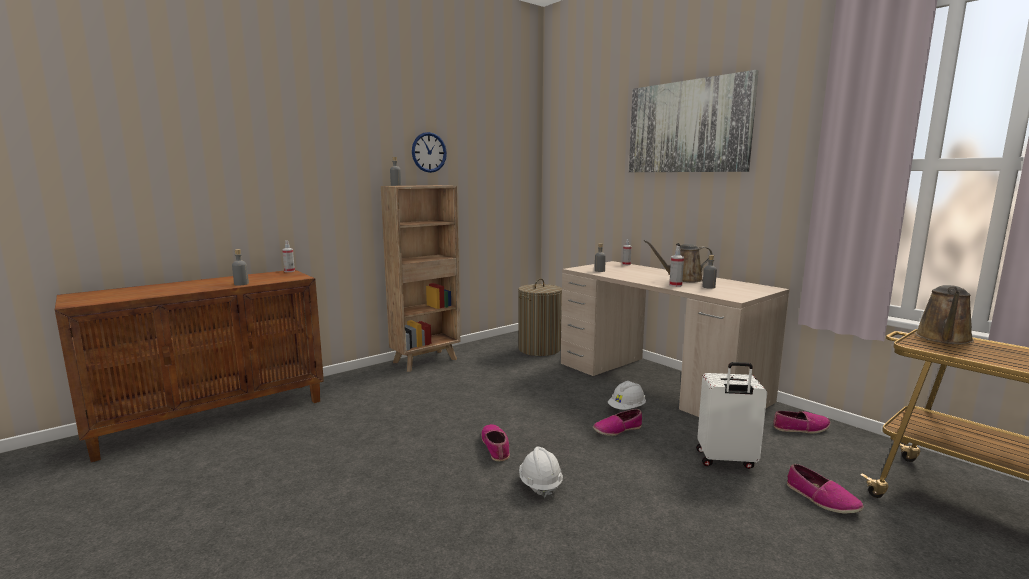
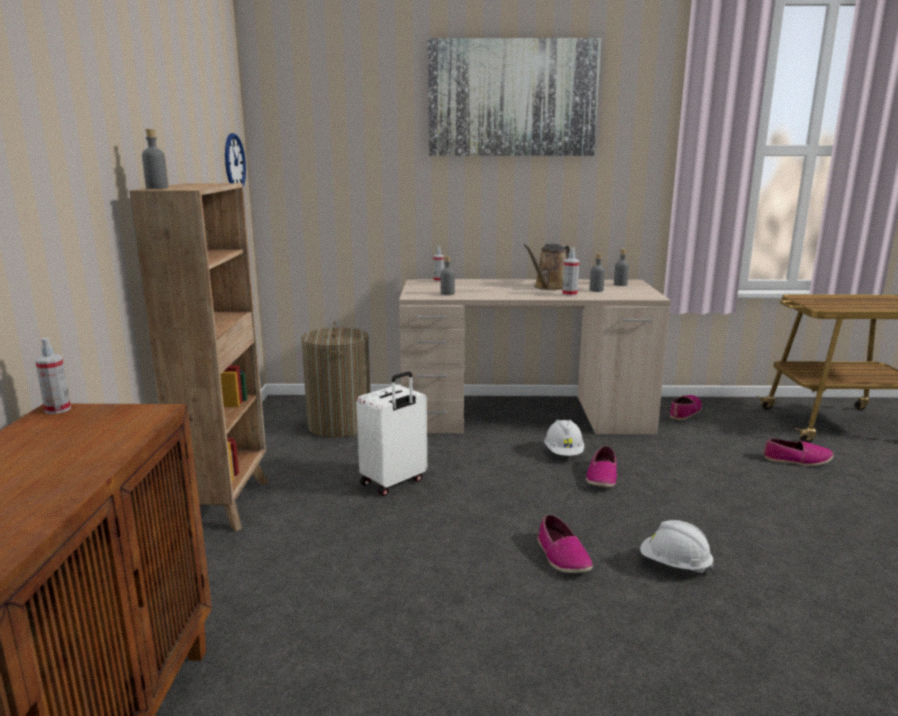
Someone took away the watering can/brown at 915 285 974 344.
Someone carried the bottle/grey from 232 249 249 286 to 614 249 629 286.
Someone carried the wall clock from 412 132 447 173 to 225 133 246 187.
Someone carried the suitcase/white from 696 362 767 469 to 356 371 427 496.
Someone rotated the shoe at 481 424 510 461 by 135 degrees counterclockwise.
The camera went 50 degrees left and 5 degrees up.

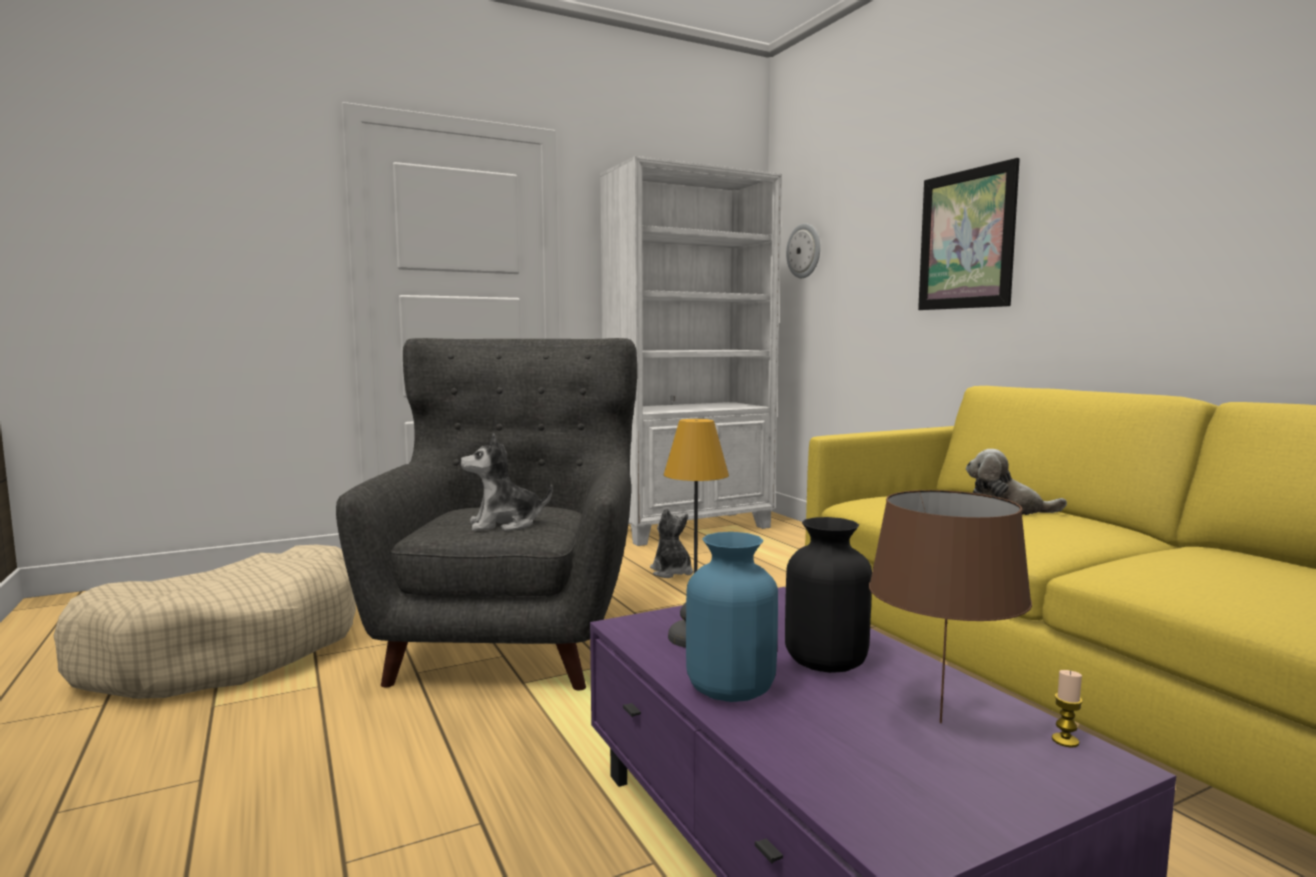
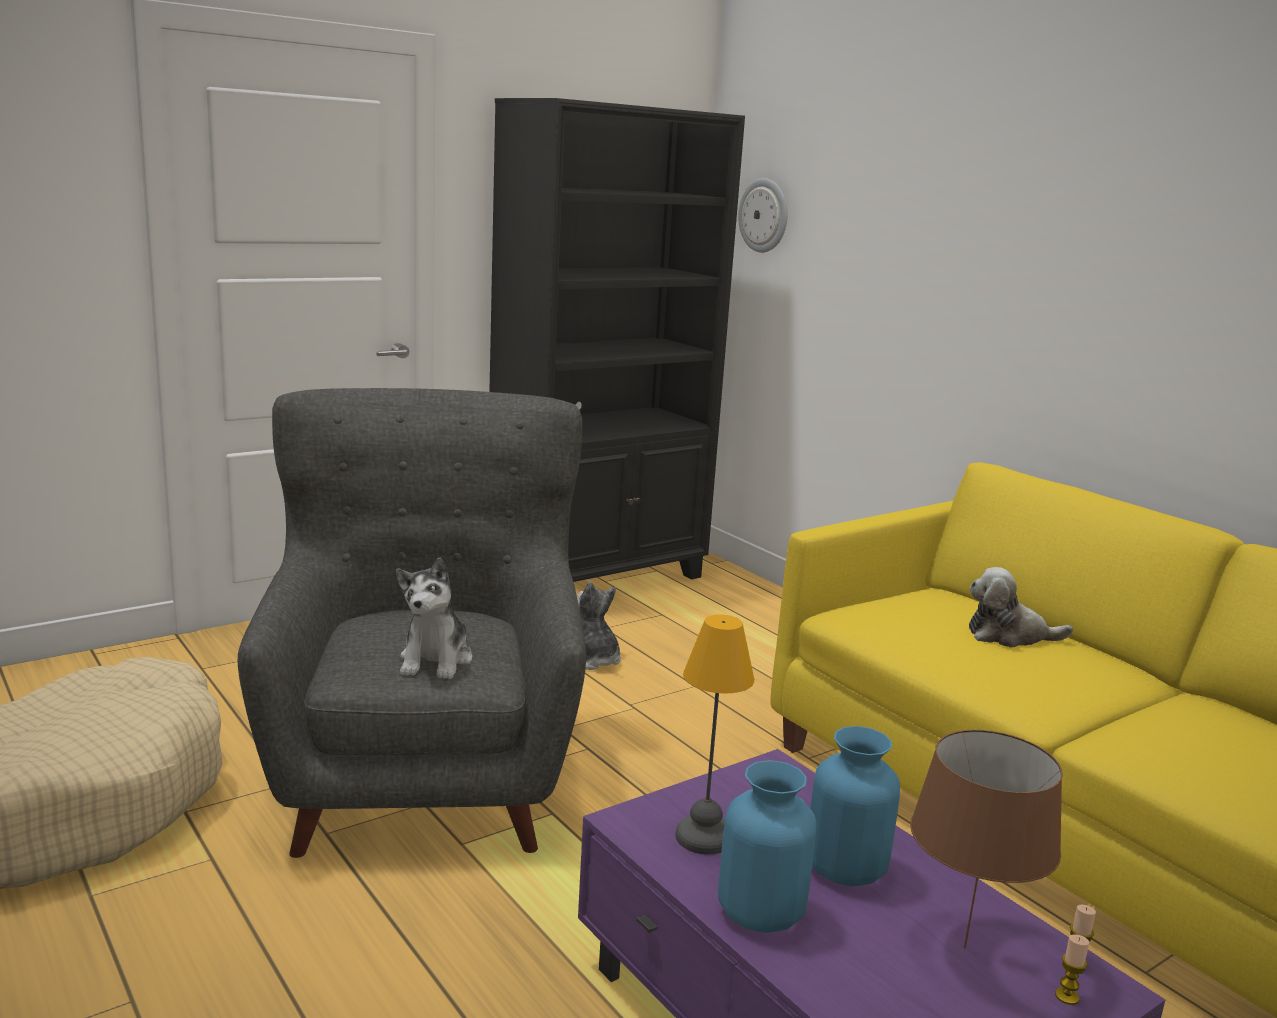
Someone took away the picture at 918 158 1020 310.
Someone put down the candle at 1055 934 1089 1005.
Someone repainted the bookcase/white at 600 156 782 546, which became the bookcase/black at 489 98 745 582.
Someone repainted the vase/black at 785 517 872 673, which became the vase/blue at 810 726 900 886.
Someone rotated the plush toy at 460 433 553 531 by 60 degrees counterclockwise.
The camera went 10 degrees left and 10 degrees up.

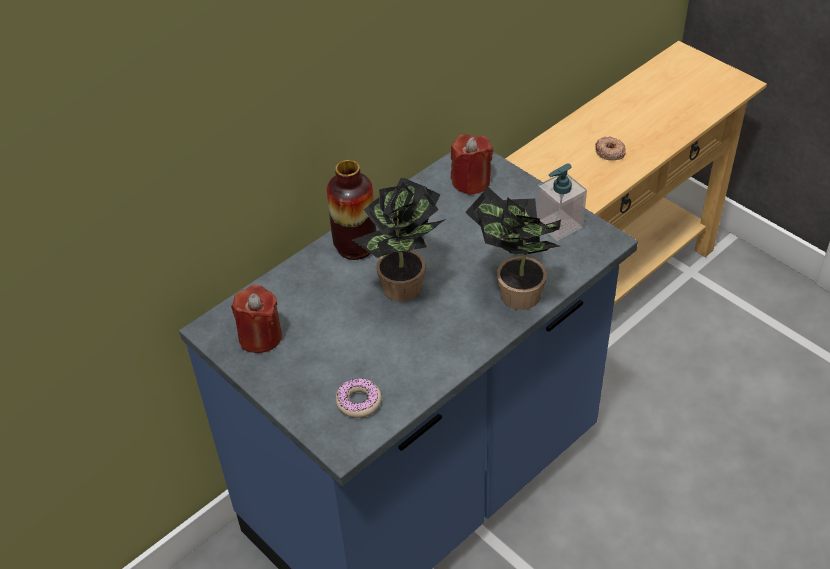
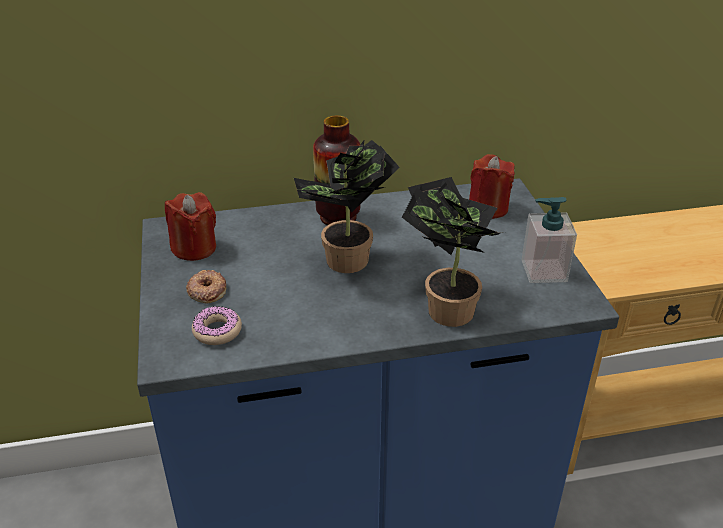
Someone carried the donut from 595 136 626 160 to 186 270 226 303.
The camera went 30 degrees right and 10 degrees down.

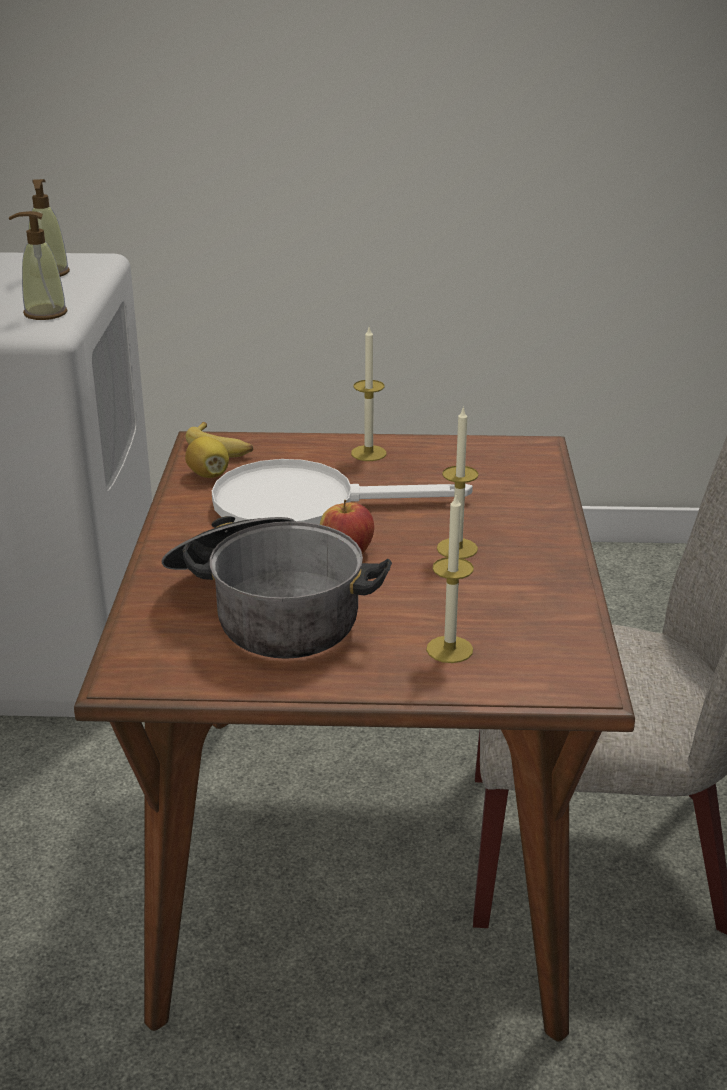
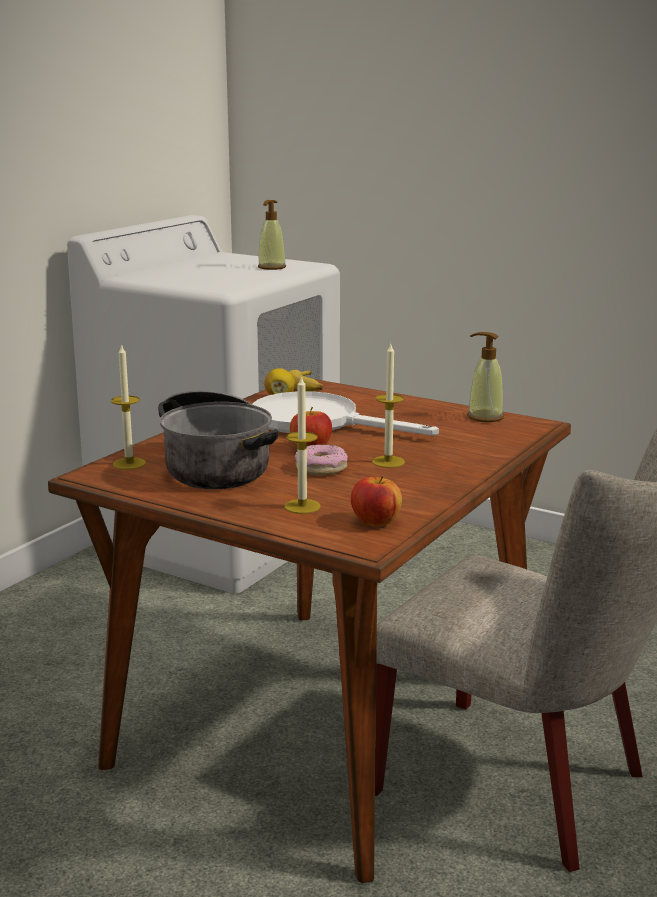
Someone put down the donut at 294 445 348 476.
Someone put down the apple at 351 475 402 527.
Someone carried the soap dispenser from 9 211 67 320 to 467 332 504 422.
Someone carried the candle from 351 325 386 461 to 111 344 146 470.
The camera went 30 degrees right and 10 degrees down.

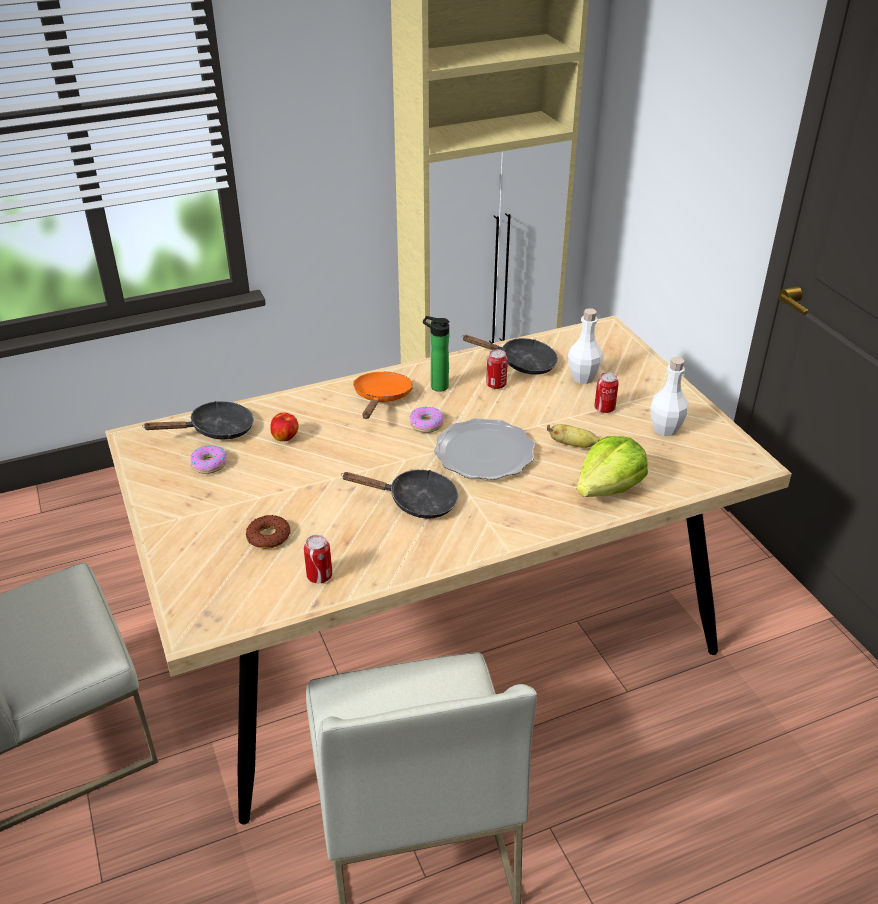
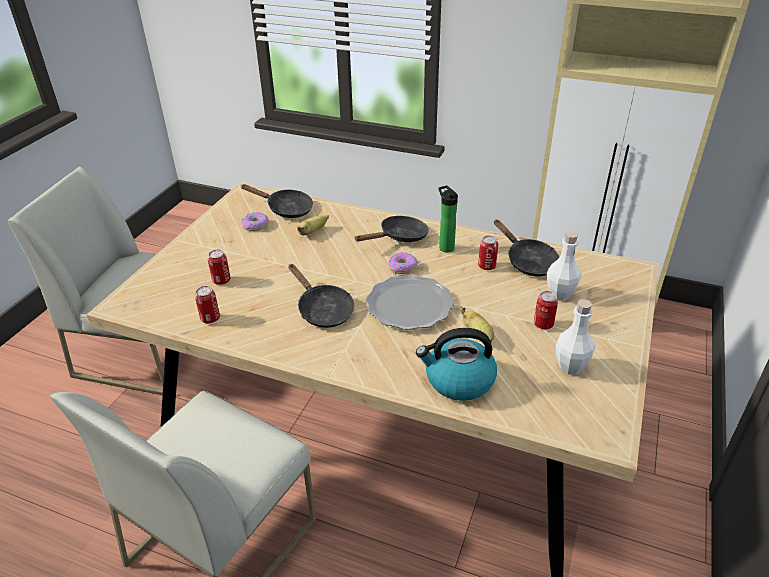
Someone swapped the donut at 246 515 291 549 for the can at 208 249 231 285.
Someone swapped the apple at 270 413 299 441 for the banana at 297 215 329 235.
Someone swapped the lettuce at 577 436 648 497 for the kettle at 416 328 497 401.
Someone repainted the frying pan/orange at 353 372 413 419, which became the frying pan/black at 354 216 429 242.
The camera went 45 degrees right and 0 degrees up.

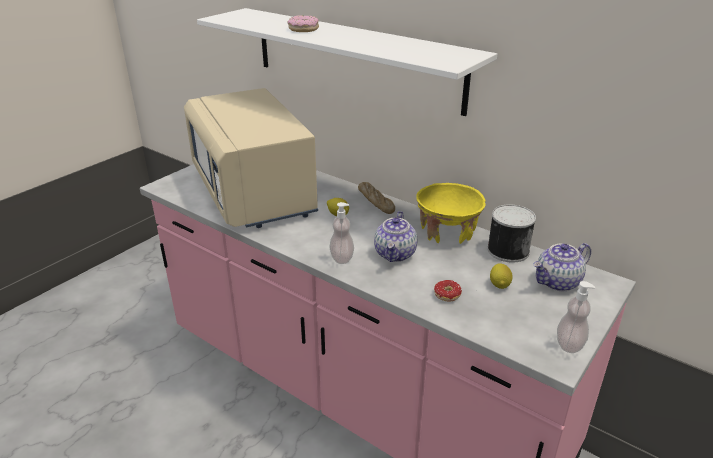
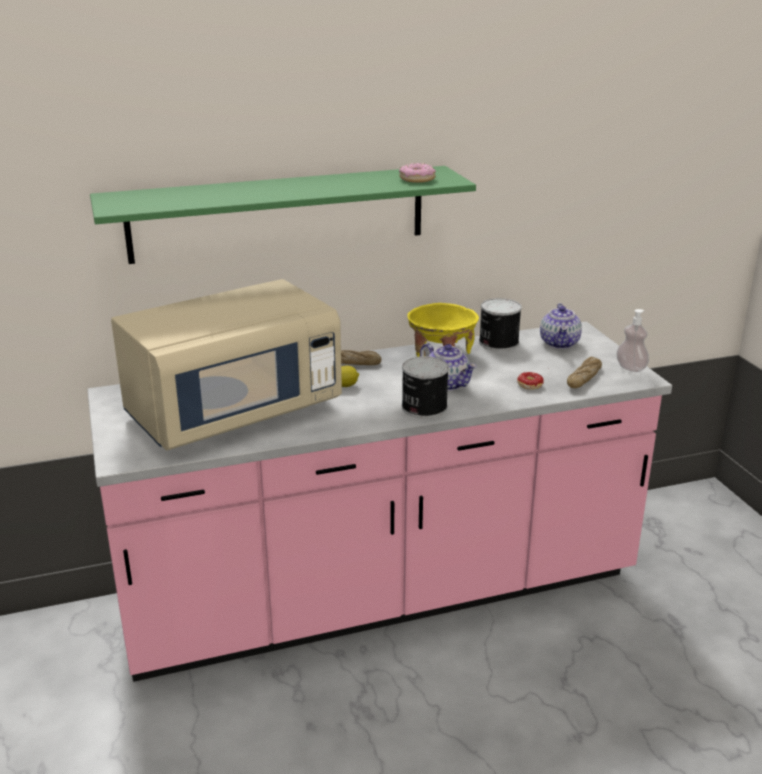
Someone took away the lemon at 490 263 513 289.
Someone put down the bread at 567 357 602 388.
Someone carried the donut from 288 15 319 32 to 399 163 436 183.
Someone swapped the soap dispenser at 330 202 354 264 for the can at 402 356 449 419.
Someone repainted the shelf/white at 197 8 497 116, which became the shelf/green at 90 166 476 264.
Someone rotated the microwave/beige at 184 88 318 228 by 45 degrees counterclockwise.
The camera went 55 degrees left and 5 degrees down.

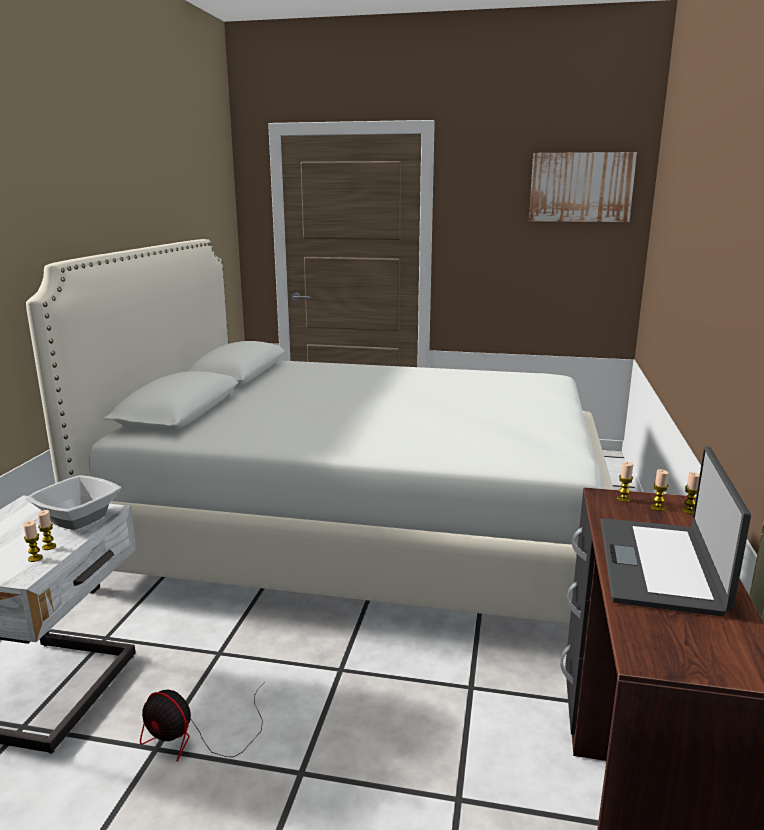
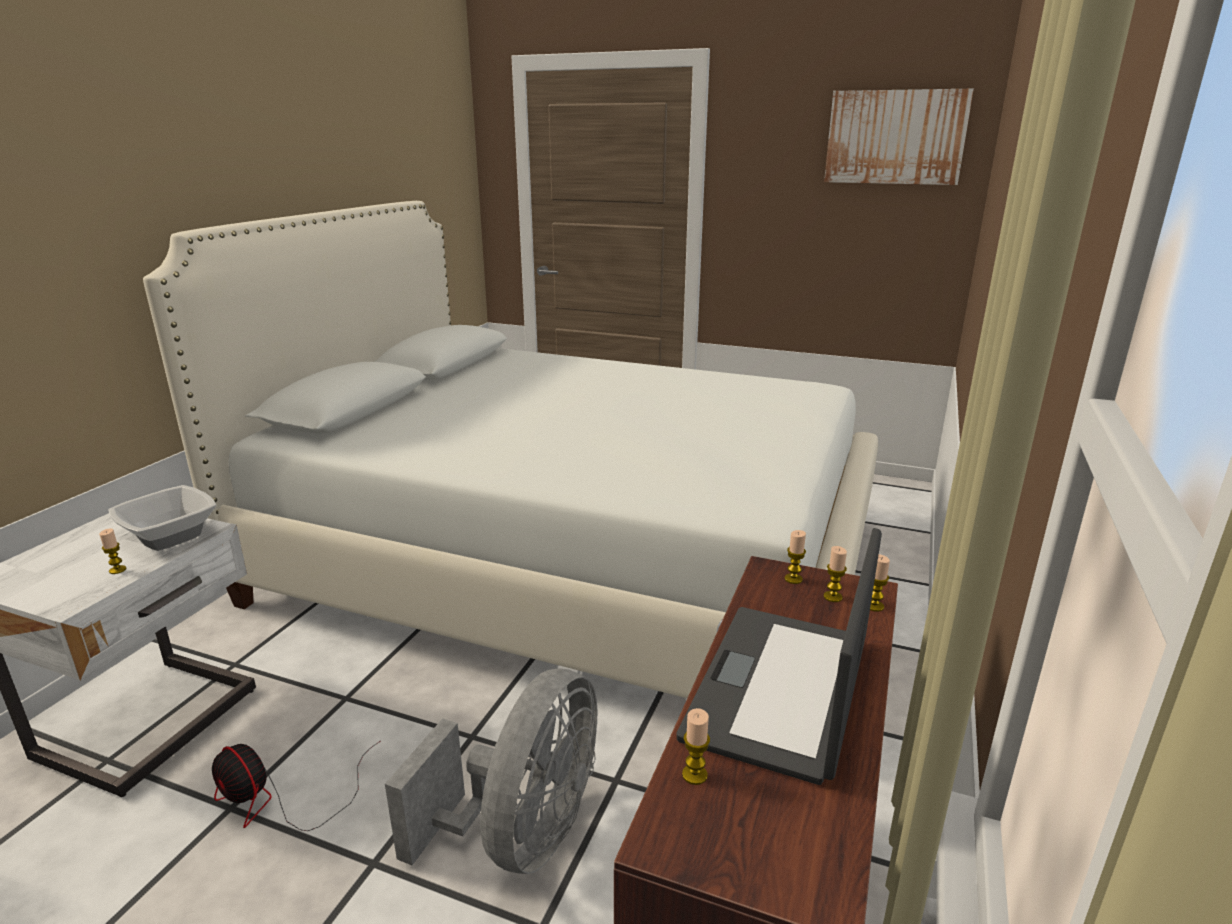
Someone put down the fan/grey at 385 668 598 874.
Someone carried the candle from 23 520 43 562 to 682 708 710 785.
The camera went 10 degrees right and 5 degrees up.

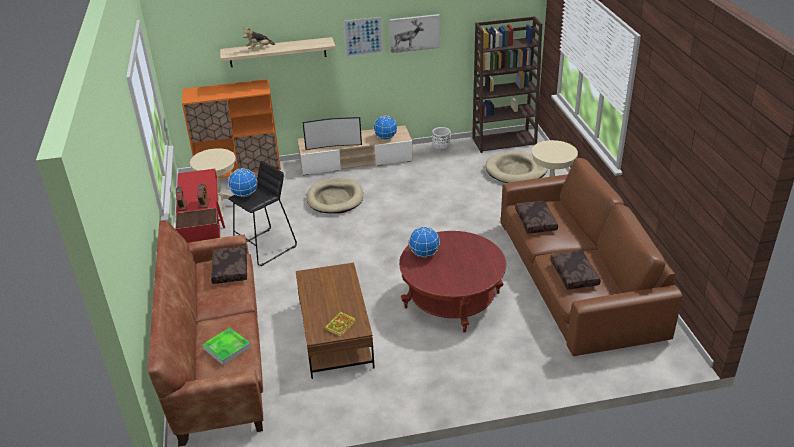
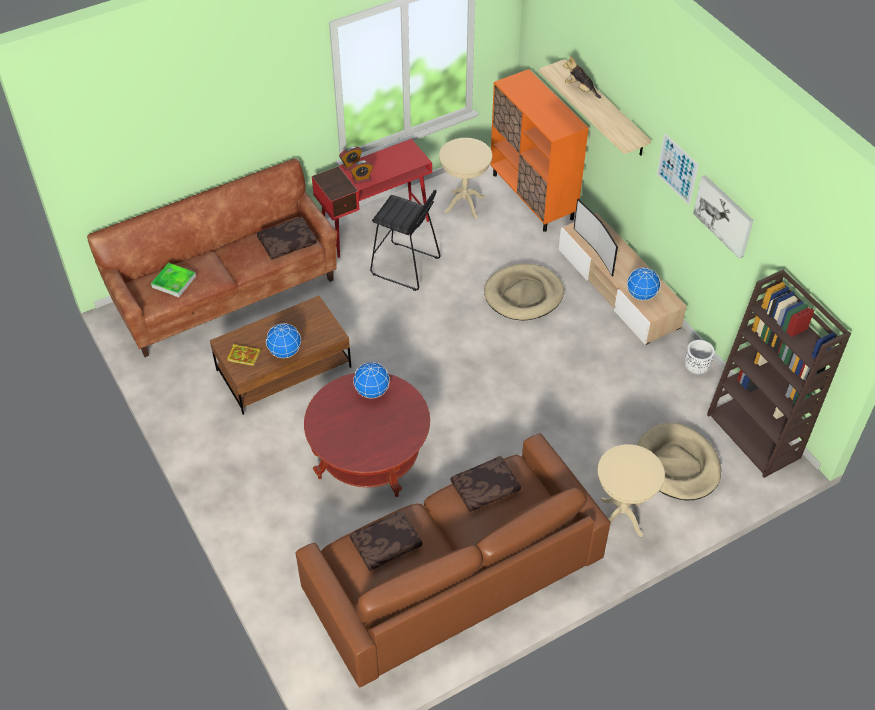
Someone carried the globe from 228 168 257 197 to 266 323 301 358.
The camera went 70 degrees right and 15 degrees up.

